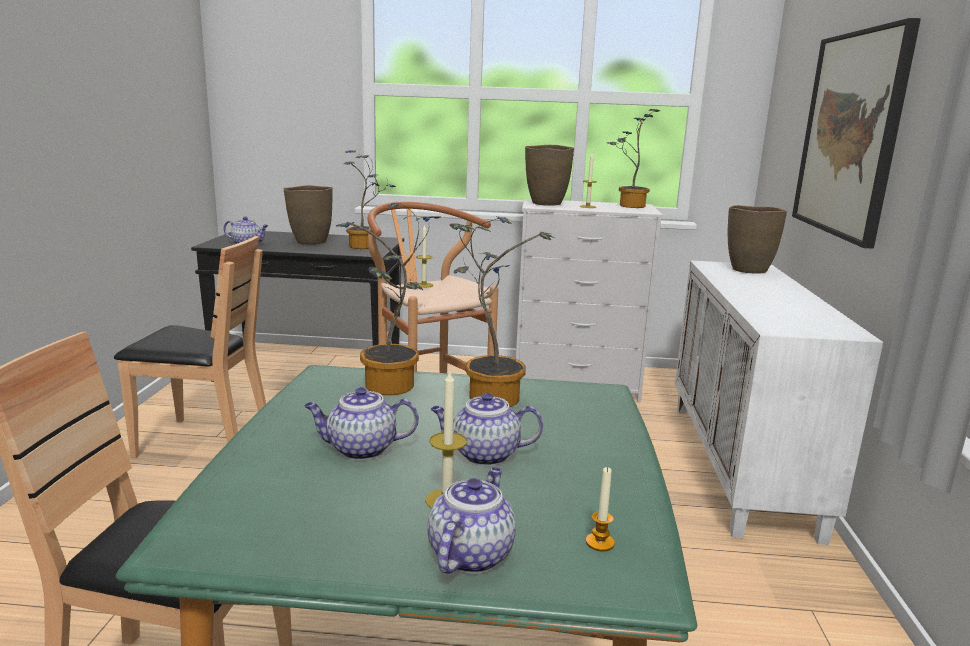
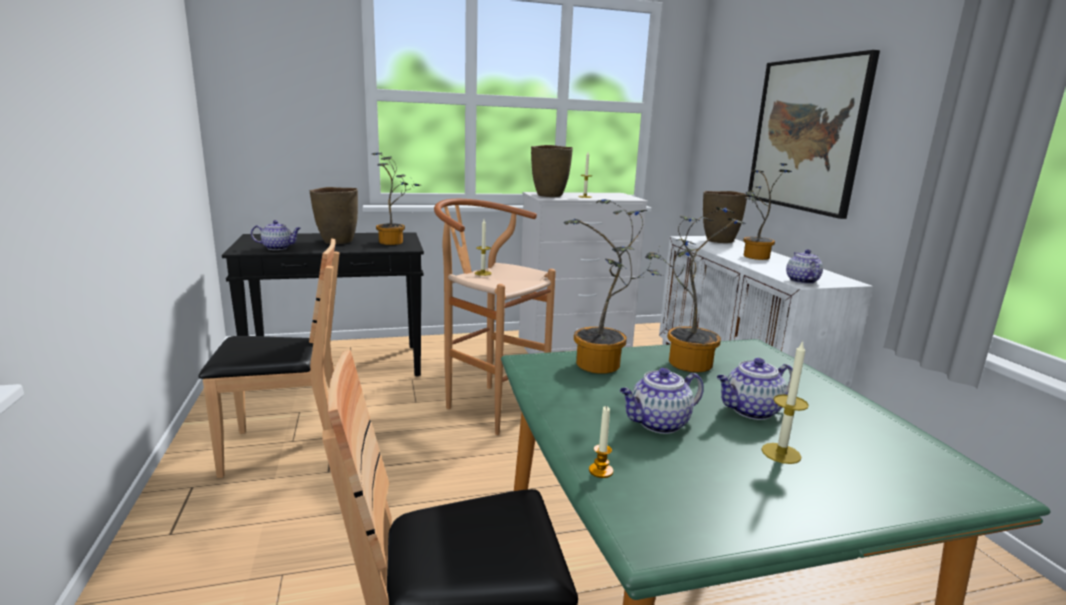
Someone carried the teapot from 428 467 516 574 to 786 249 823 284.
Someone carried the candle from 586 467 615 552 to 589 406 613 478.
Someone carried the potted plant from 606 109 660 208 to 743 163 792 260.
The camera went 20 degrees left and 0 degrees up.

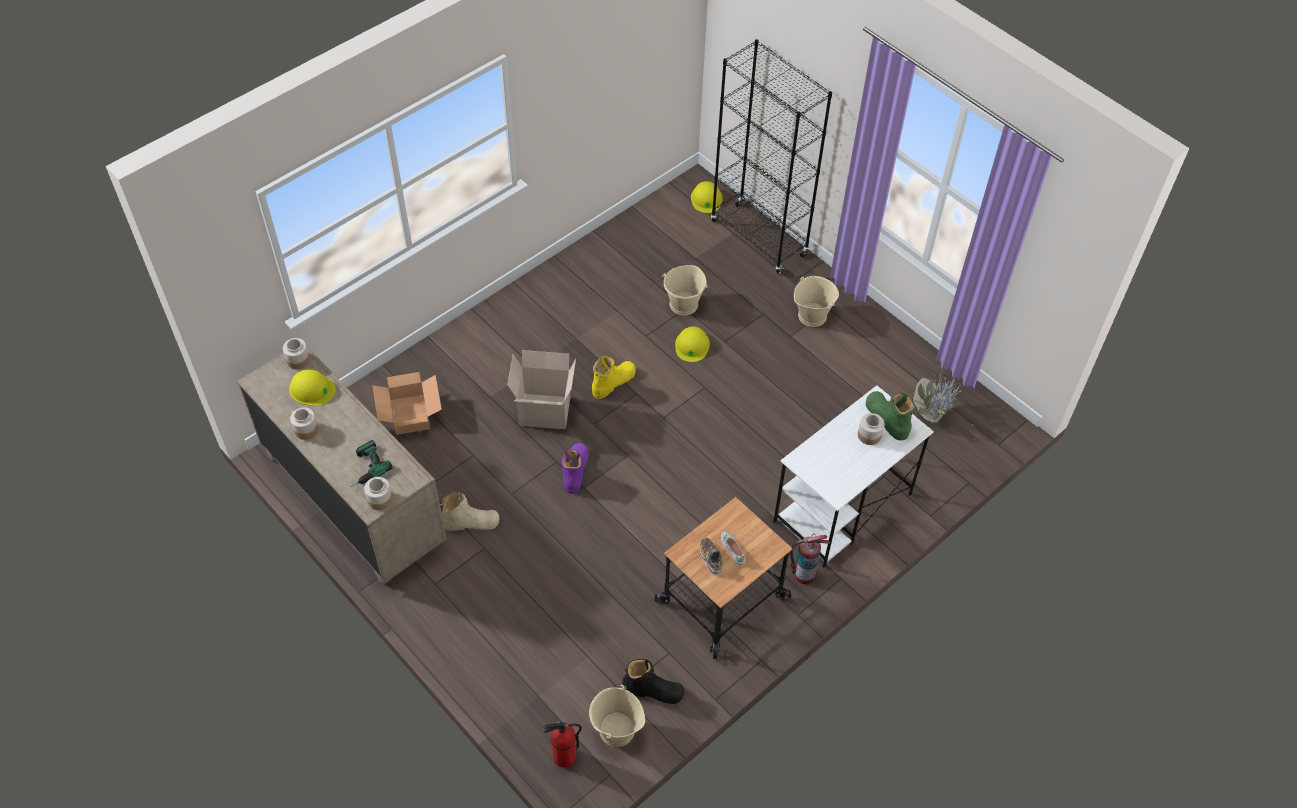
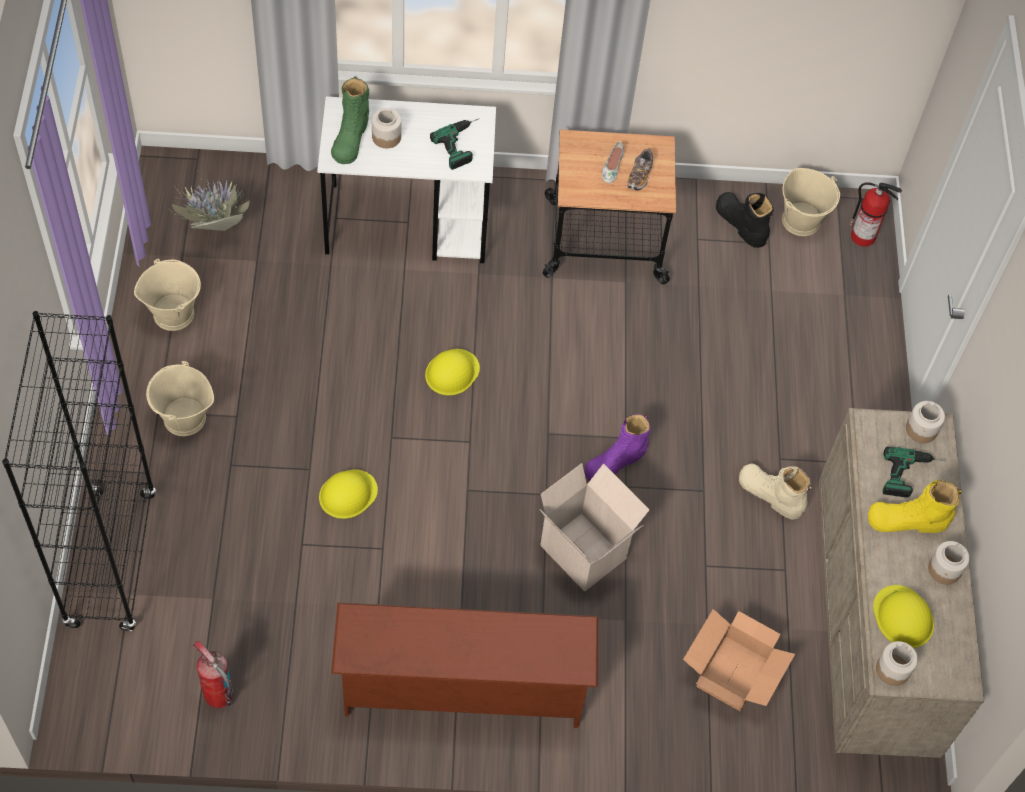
Someone put down the shoe rack/brown at 331 602 599 728.
Someone put down the power drill at 430 119 478 170.
Someone carried the boot/yellow from 592 356 636 399 to 868 480 962 533.
Someone carried the bucket/beige from 662 265 707 316 to 134 259 201 331.
Someone carried the hard hat/yellow from 691 181 723 213 to 425 349 480 396.
Someone carried the fire extinguisher from 790 534 830 585 to 192 641 233 708.
The camera went 140 degrees left and 5 degrees up.

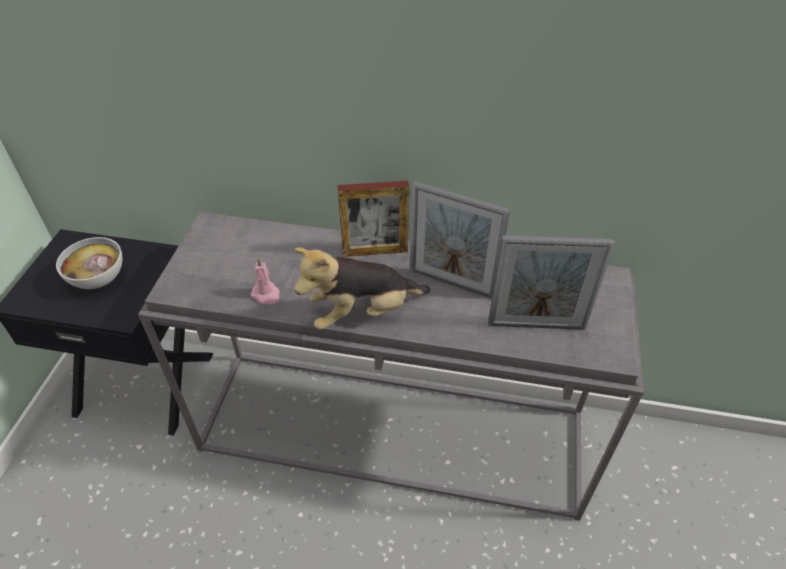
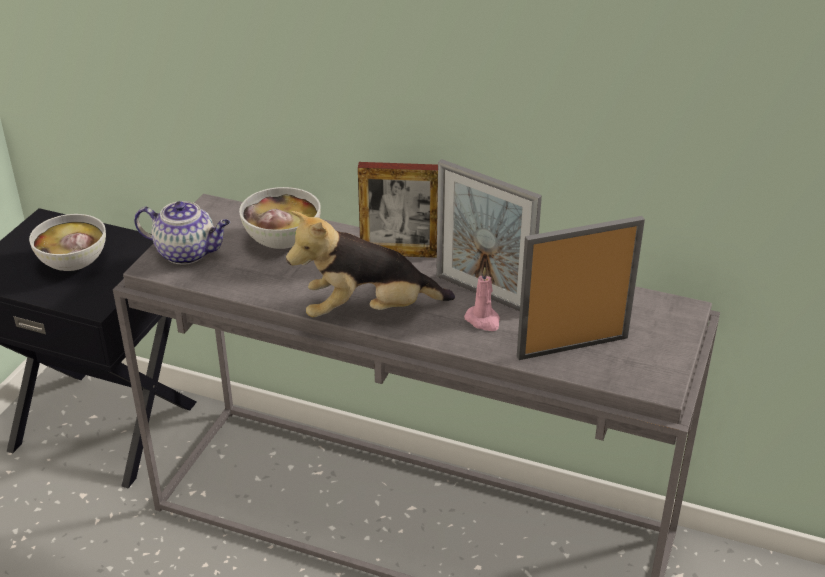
Someone put down the teapot at 134 201 230 265.
Someone put down the bowl at 239 187 321 249.
Someone carried the candle/pink from 251 257 280 305 to 464 268 500 331.
Someone rotated the picture frame at 488 235 615 330 by 150 degrees clockwise.
The camera went 10 degrees right and 10 degrees down.

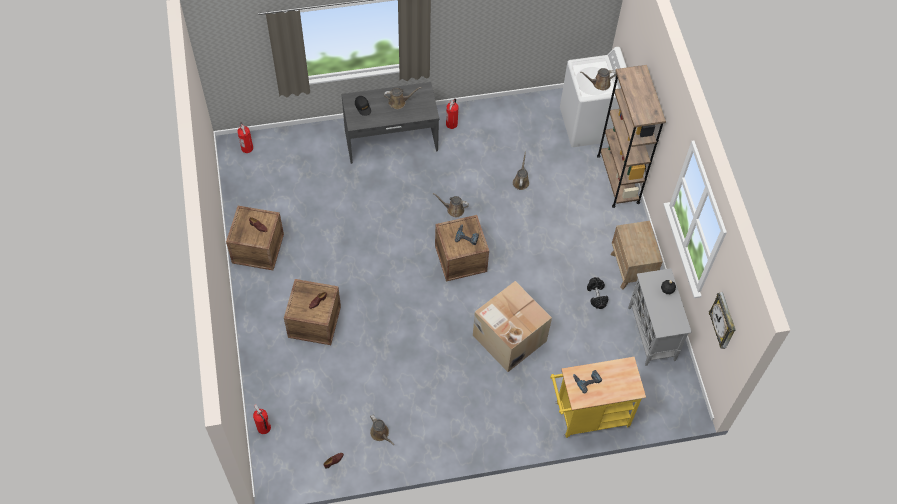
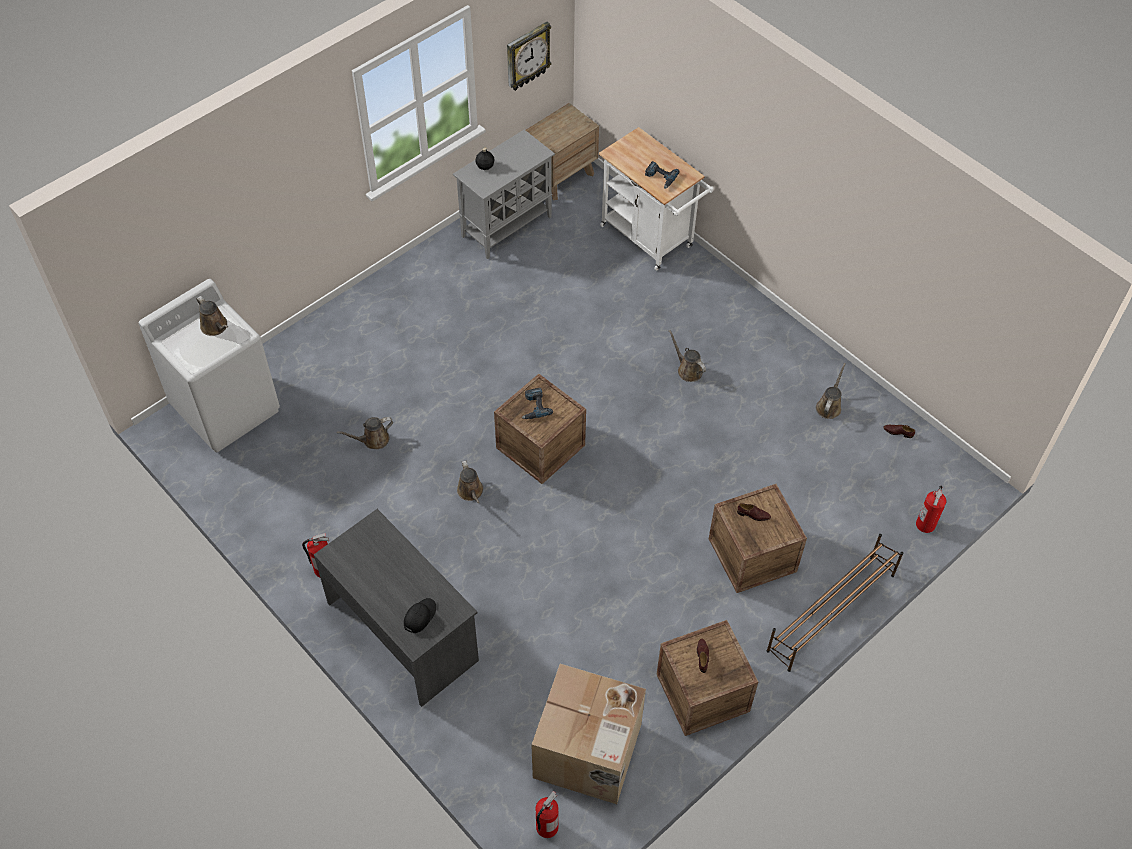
Someone took away the dumbbell/black at 587 277 608 309.
Someone took away the bookcase/brown at 597 65 666 208.
Someone put down the shoe rack/brown at 767 534 903 672.
Someone carried the watering can/brown from 384 87 421 109 to 669 330 706 382.
Someone carried the cardboard box from 473 281 552 372 to 531 664 646 804.
Someone carried the nightstand/brown from 611 221 663 290 to 526 103 599 200.
Someone repainted the cart/yellow at 550 357 646 438, which became the cart/white at 599 127 714 271.
The camera went 120 degrees left and 5 degrees down.

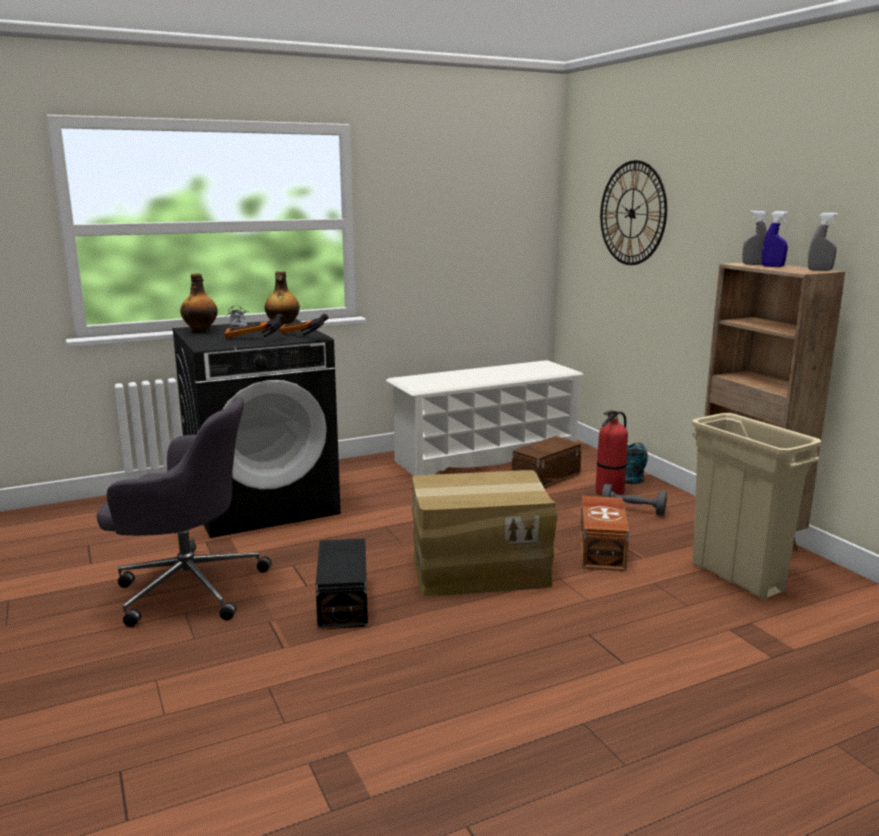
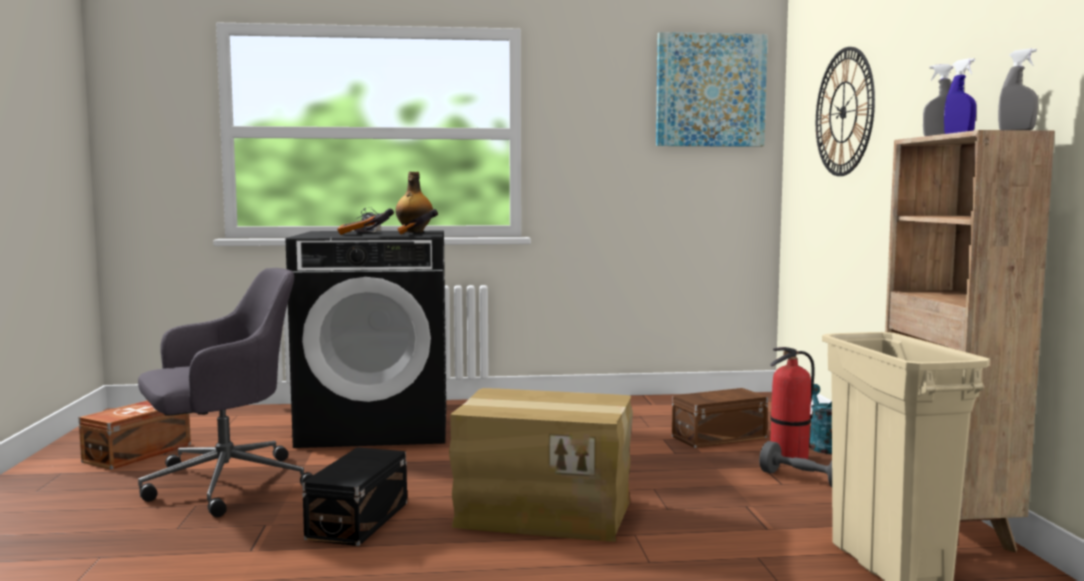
Someone took away the bottle at 180 273 218 333.
Someone took away the shoe rack/white at 386 360 584 476.
Someone put up the picture at 656 32 768 147.
Someone carried the storage box/brown from 580 496 629 571 to 79 400 191 470.
Someone rotated the office chair/grey at 97 396 272 627 by 60 degrees counterclockwise.
The camera went 20 degrees right and 10 degrees down.

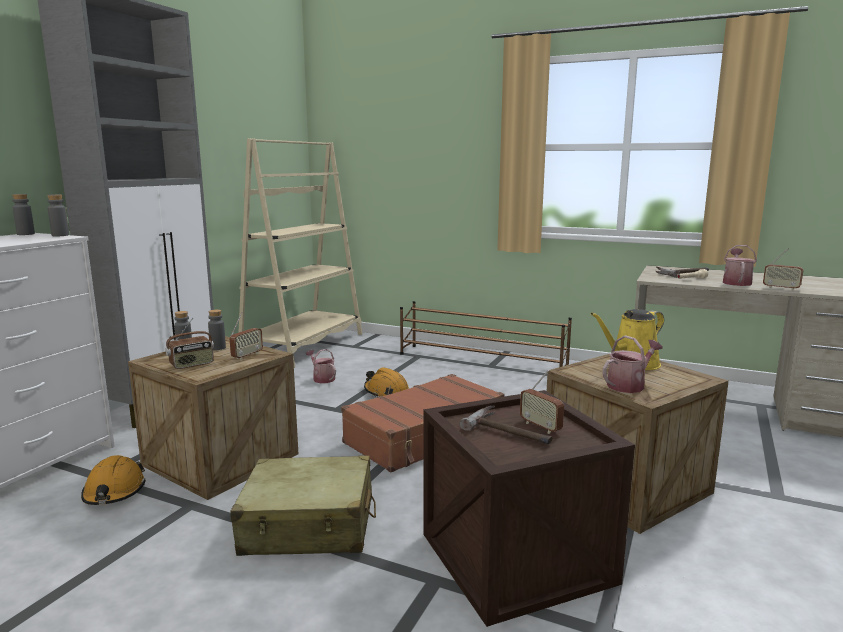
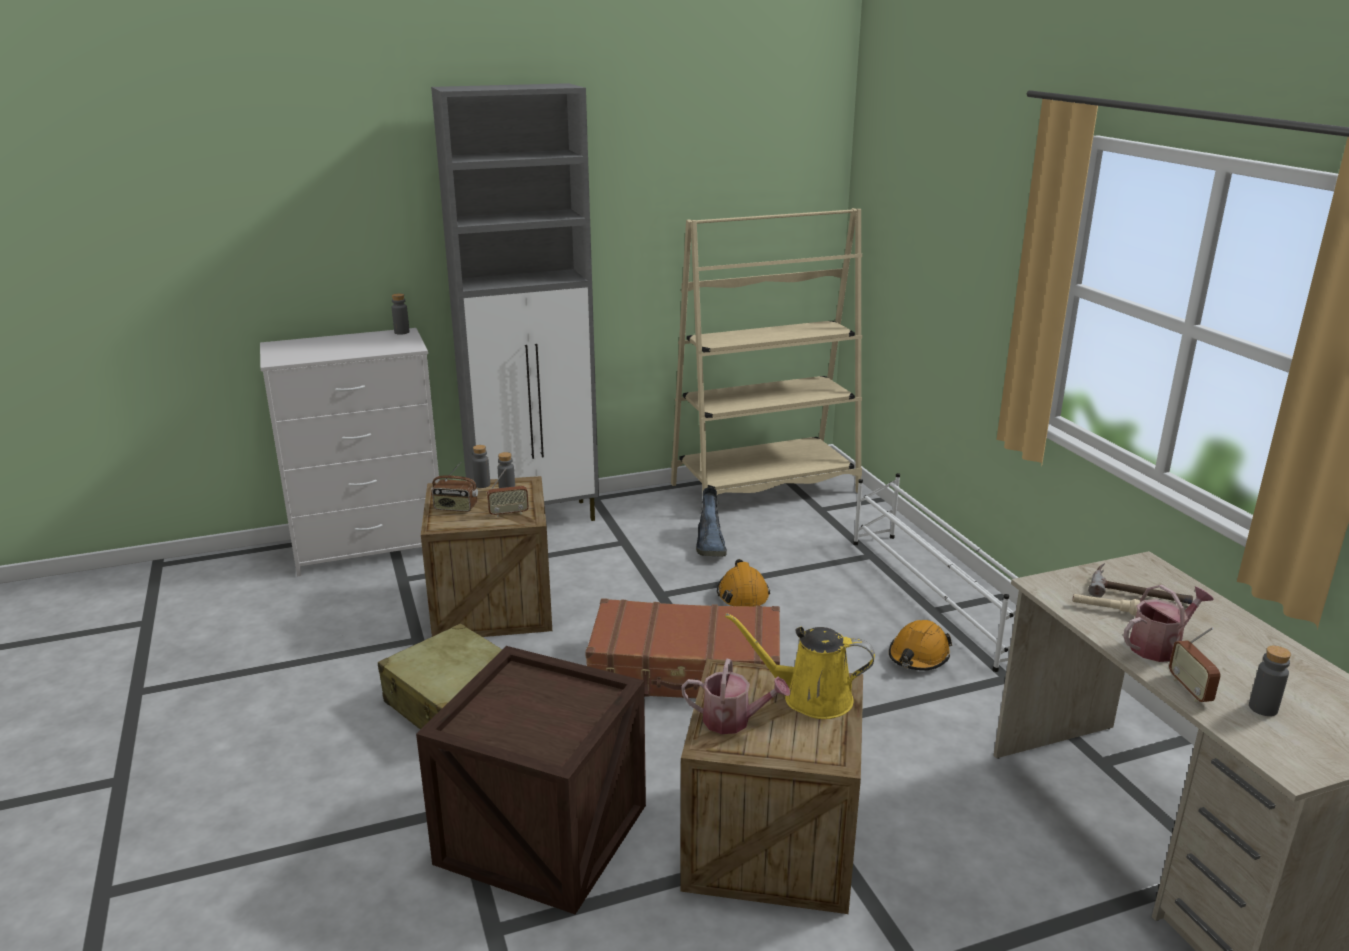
Someone took away the hammer at 459 405 553 444.
Someone took away the radio at 520 370 564 434.
Someone carried the bottle/grey from 47 195 69 236 to 1249 646 1291 716.
Someone carried the hard hat/orange from 81 455 146 505 to 889 620 952 670.
Someone swapped the watering can at 306 349 336 383 for the boot at 696 488 727 557.
Someone repainted the shoe rack/brown at 400 301 572 367, which became the shoe rack/white at 853 473 1018 672.
The camera went 45 degrees right and 10 degrees up.

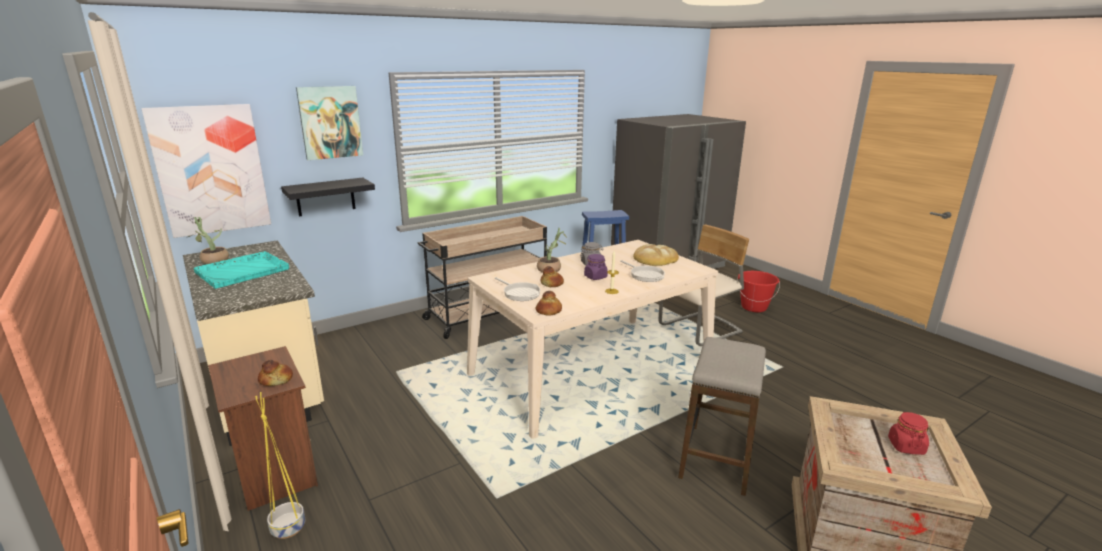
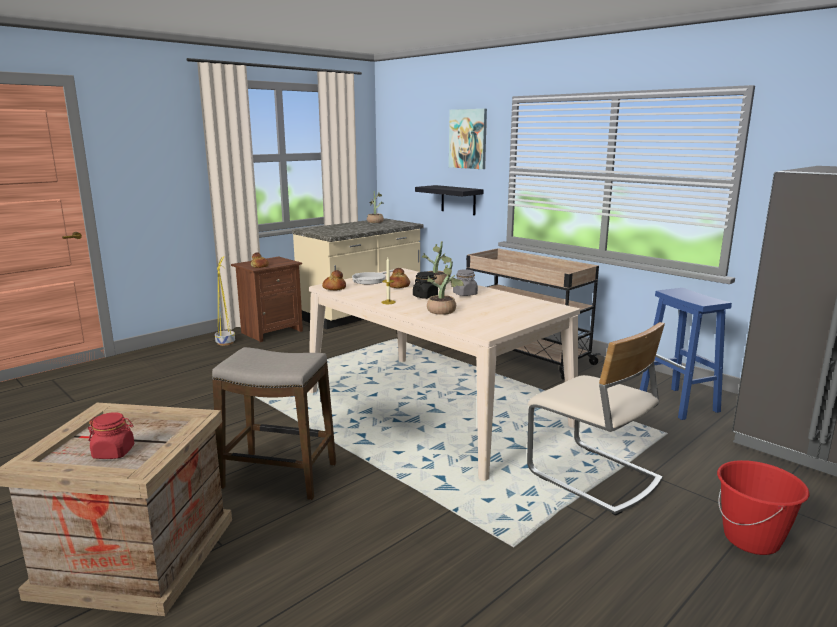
Someone took away the picture at 141 104 271 238.
Someone took away the tray/turquoise at 194 251 289 289.
Someone took away the bread at 633 244 679 266.
Someone swapped the frying pan at 620 260 665 282 for the potted plant at 427 261 464 315.
Someone repainted the jar/purple at 584 254 608 280, which became the jar/black at 413 272 438 299.
The camera went 80 degrees right and 5 degrees down.

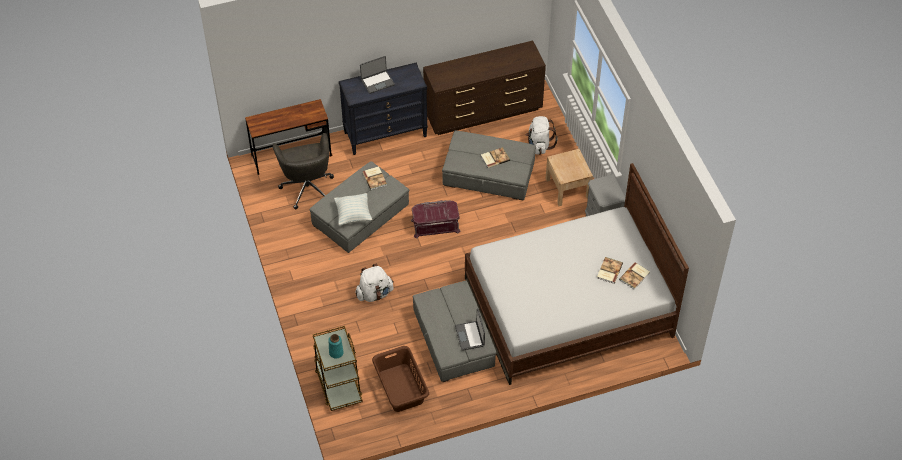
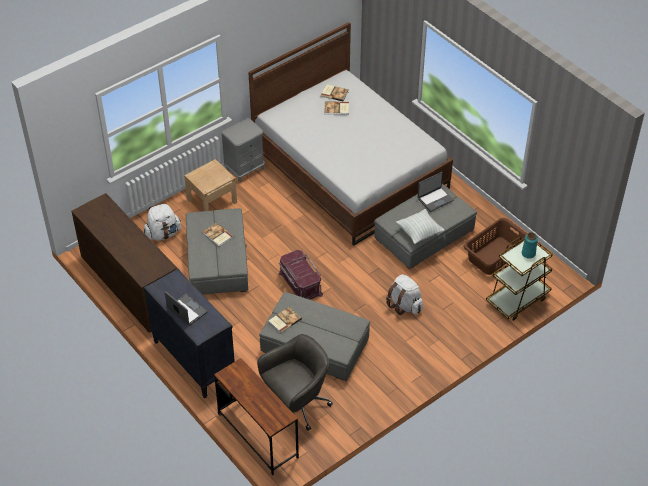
Someone carried the pillow from 334 193 372 226 to 396 209 444 244.
The camera went 110 degrees left and 5 degrees down.

